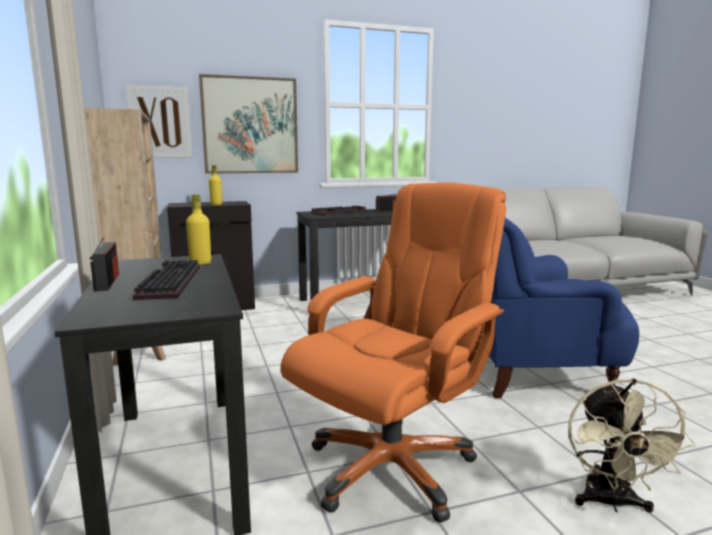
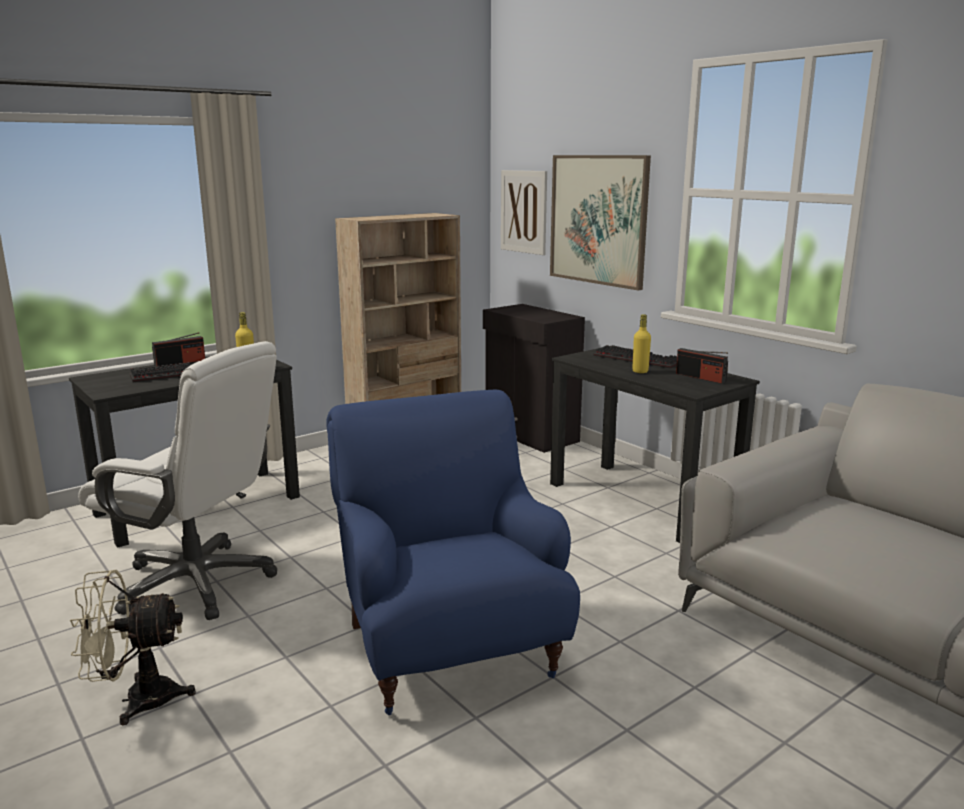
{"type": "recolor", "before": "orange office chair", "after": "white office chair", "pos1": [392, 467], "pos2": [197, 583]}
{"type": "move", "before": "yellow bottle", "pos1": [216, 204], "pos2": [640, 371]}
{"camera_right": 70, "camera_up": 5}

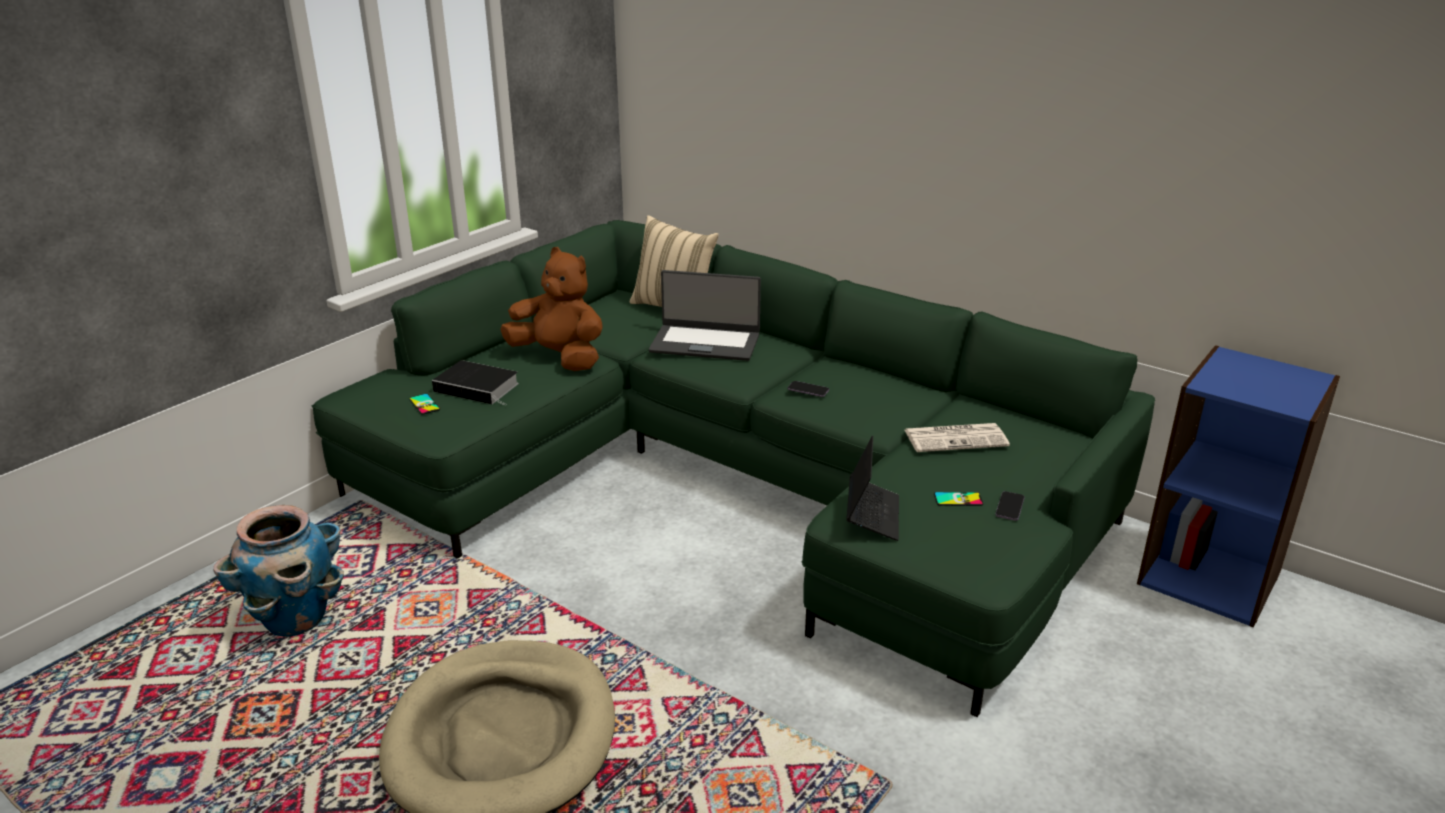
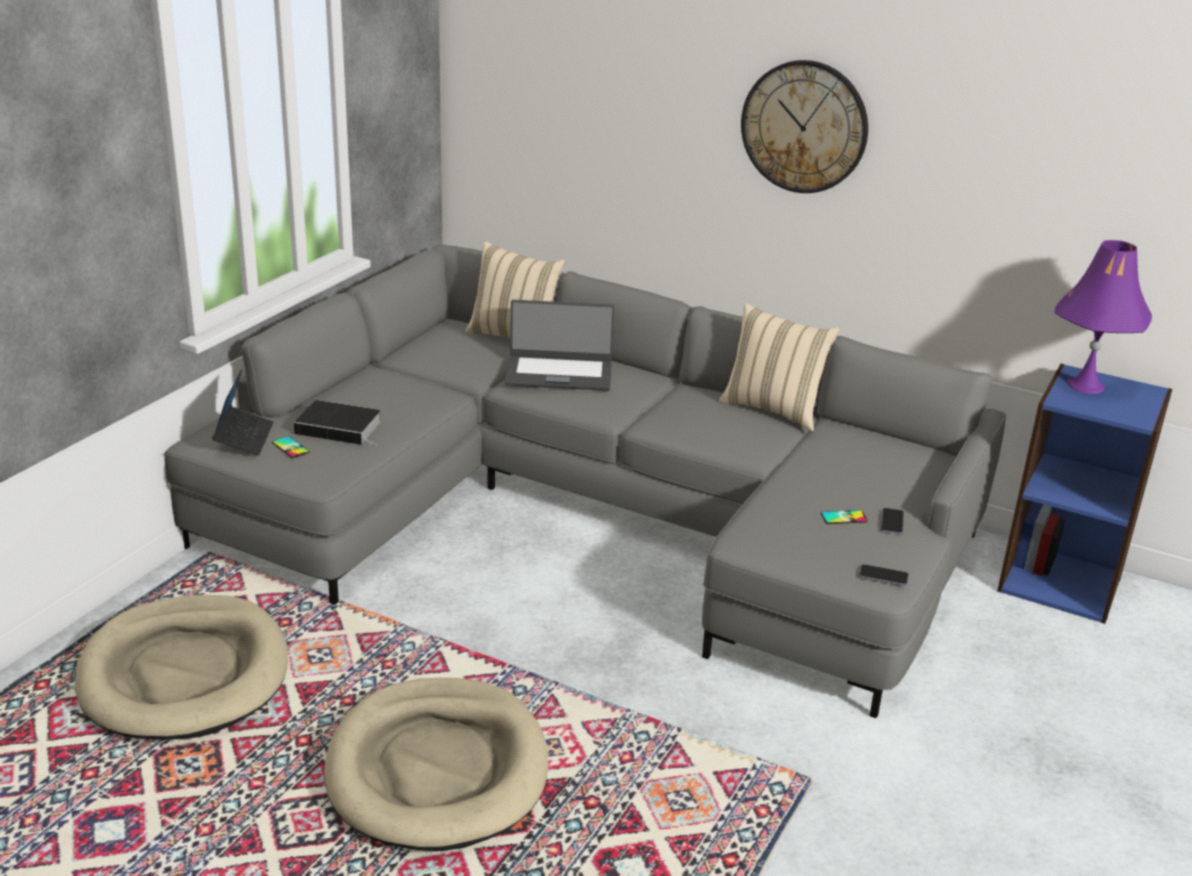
{"type": "replace", "before": "planter", "after": "beige dog bed", "pos1": [295, 619], "pos2": [185, 674]}
{"type": "recolor", "before": "green sofa", "after": "grey sofa", "pos1": [733, 482], "pos2": [594, 514]}
{"type": "move", "before": "laptop", "pos1": [872, 515], "pos2": [244, 438]}
{"type": "insert", "after": "beige pillow", "pos2": [773, 409]}
{"type": "insert", "after": "wall clock", "pos2": [804, 127]}
{"type": "move", "before": "phone", "pos1": [808, 390], "pos2": [883, 576]}
{"type": "insert", "after": "purple table lamp", "pos2": [1085, 385]}
{"type": "delete", "before": "brown plush toy", "pos1": [559, 358]}
{"type": "delete", "before": "newspaper", "pos1": [956, 438]}
{"camera_right": -10, "camera_up": 0}

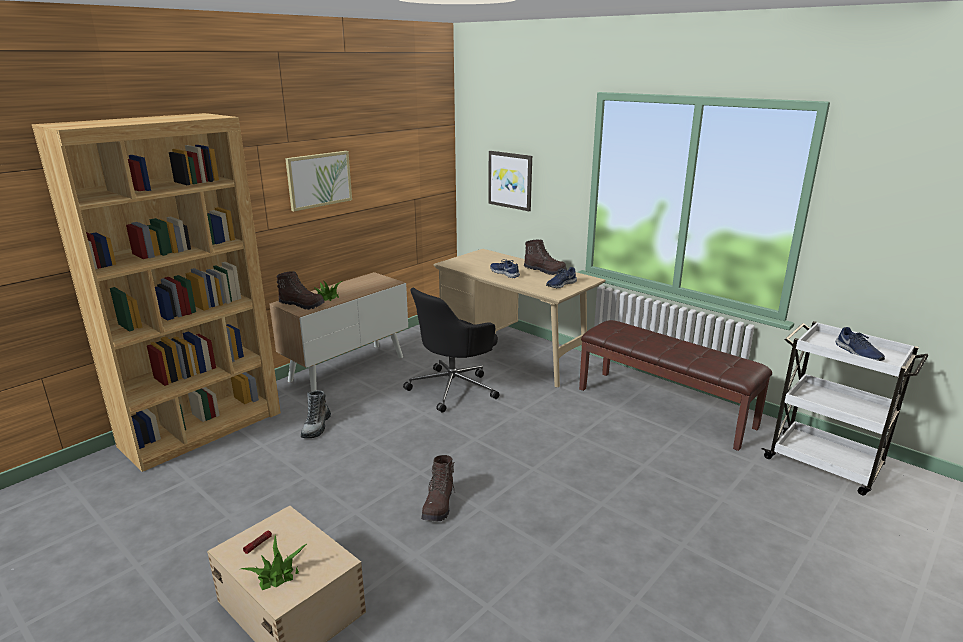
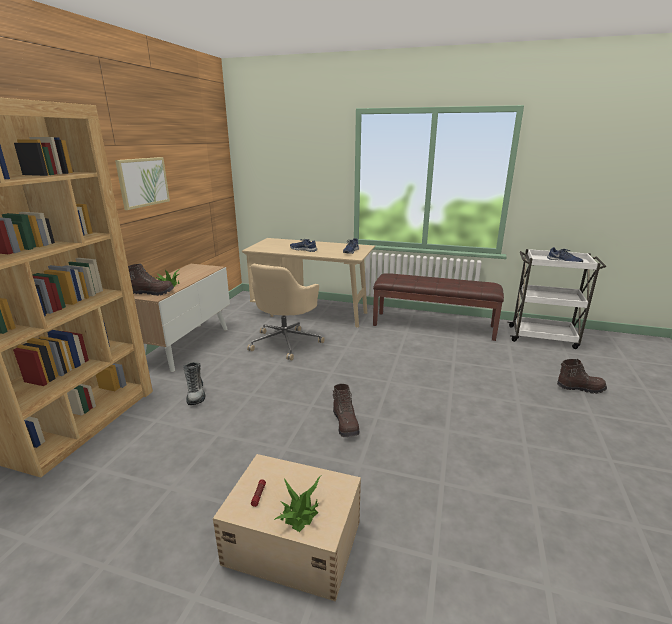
{"type": "recolor", "before": "black office chair", "after": "beige office chair", "pos1": [454, 388], "pos2": [286, 342]}
{"type": "move", "before": "brown boot", "pos1": [545, 271], "pos2": [580, 388]}
{"type": "delete", "before": "picture", "pos1": [510, 180]}
{"camera_right": -25, "camera_up": 0}

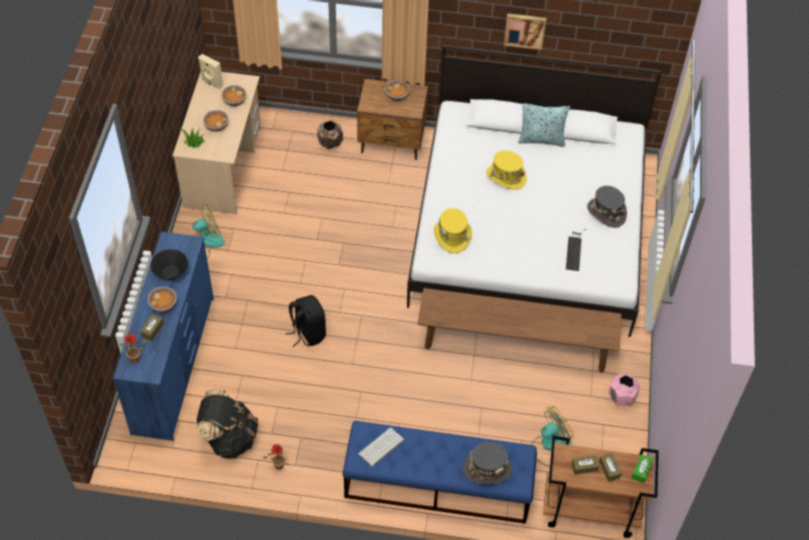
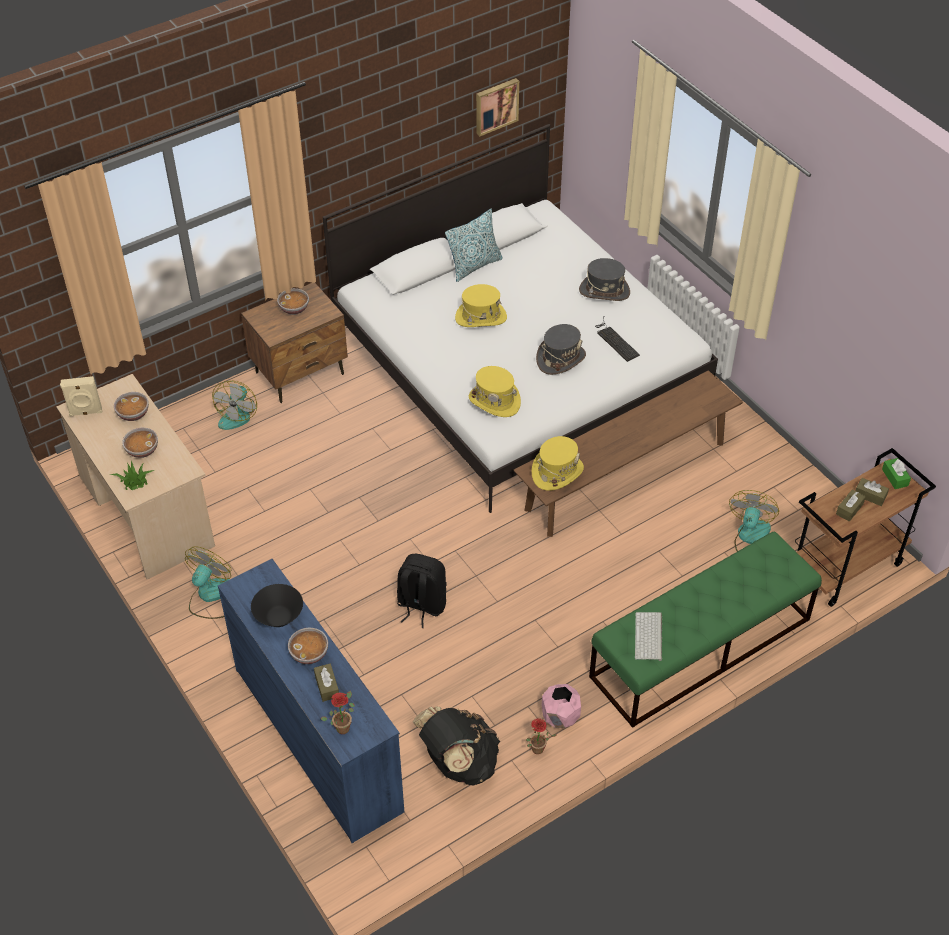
{"type": "replace", "before": "brown planter", "after": "fan", "pos1": [330, 143], "pos2": [237, 414]}
{"type": "move", "before": "picture", "pos1": [525, 30], "pos2": [496, 106]}
{"type": "insert", "after": "yellow hat", "pos2": [557, 472]}
{"type": "move", "before": "grey hat", "pos1": [487, 469], "pos2": [560, 358]}
{"type": "move", "before": "pink planter", "pos1": [622, 397], "pos2": [560, 716]}
{"type": "recolor", "before": "blue bench", "after": "green bench", "pos1": [437, 485], "pos2": [700, 648]}
{"camera_right": -40, "camera_up": -5}

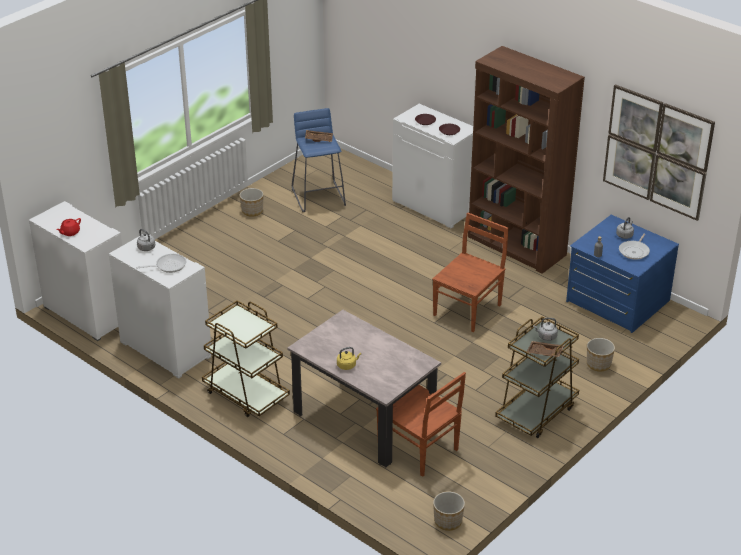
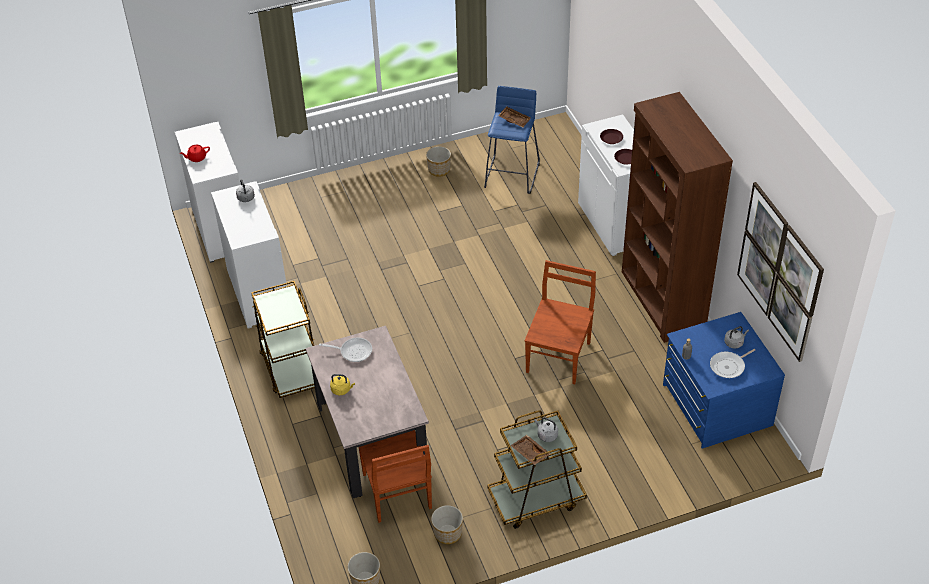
{"type": "move", "before": "frying pan", "pos1": [168, 266], "pos2": [353, 351]}
{"type": "move", "before": "planter", "pos1": [598, 364], "pos2": [447, 533]}
{"type": "rotate", "before": "brown chair", "pos1": [468, 309], "pos2": [559, 356], "turn": -45}
{"camera_right": 30, "camera_up": 10}

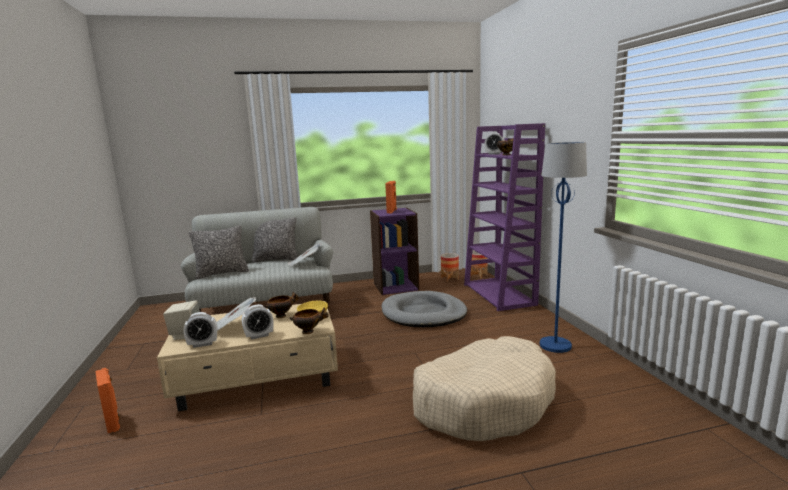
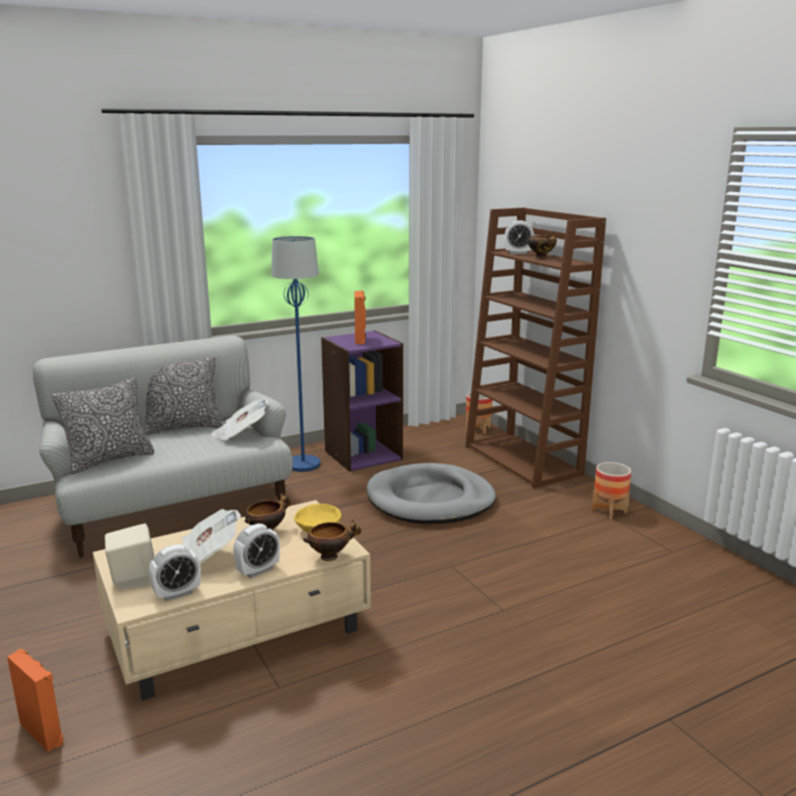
{"type": "move", "before": "blue floor lamp", "pos1": [555, 345], "pos2": [303, 464]}
{"type": "recolor", "before": "purple bookcase", "after": "brown bookcase", "pos1": [499, 294], "pos2": [524, 460]}
{"type": "move", "before": "planter", "pos1": [449, 279], "pos2": [609, 511]}
{"type": "delete", "before": "beige dog bed", "pos1": [483, 402]}
{"camera_right": -15, "camera_up": 5}

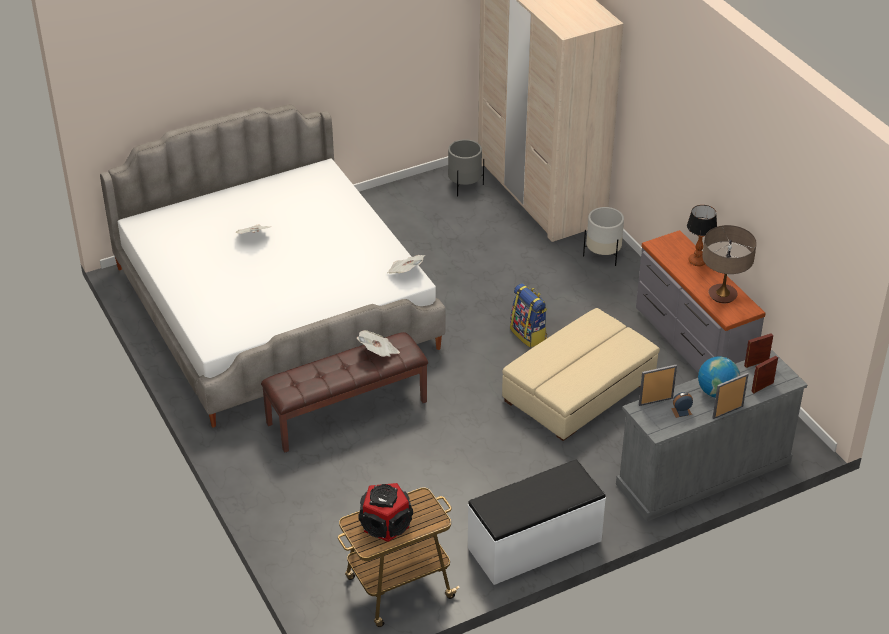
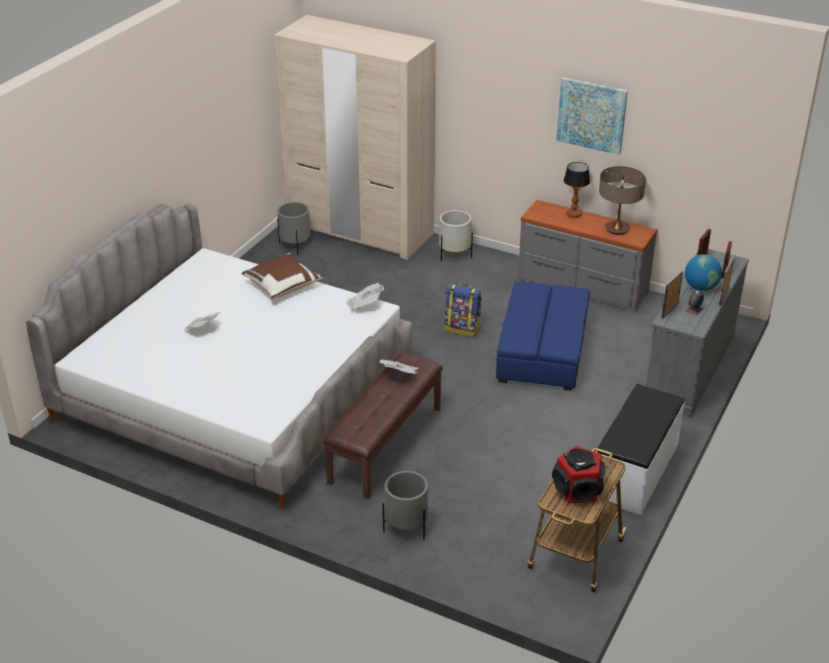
{"type": "insert", "after": "brown pillow", "pos2": [282, 286]}
{"type": "insert", "after": "grey planter", "pos2": [406, 527]}
{"type": "recolor", "before": "beige ottoman", "after": "blue ottoman", "pos1": [579, 390], "pos2": [542, 351]}
{"type": "insert", "after": "picture", "pos2": [591, 115]}
{"camera_right": -35, "camera_up": -5}

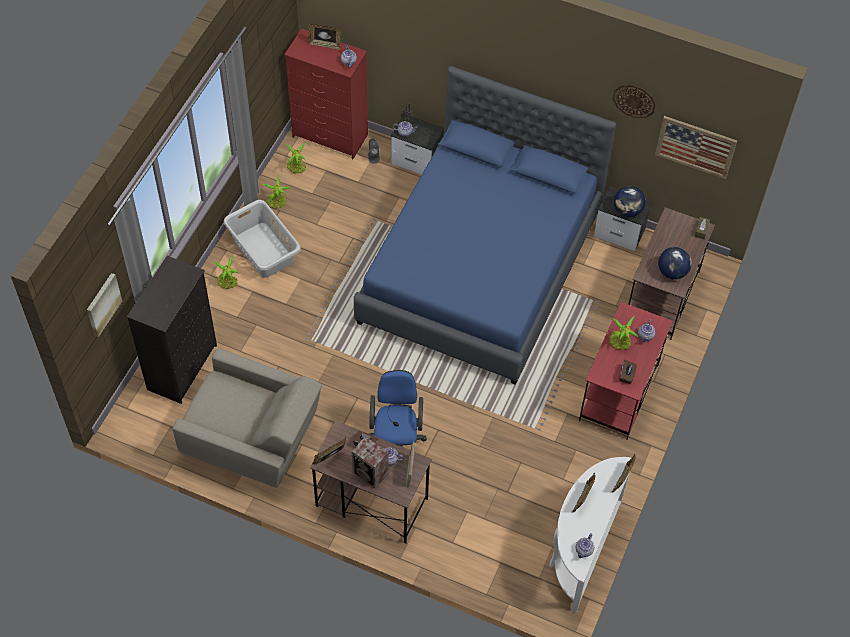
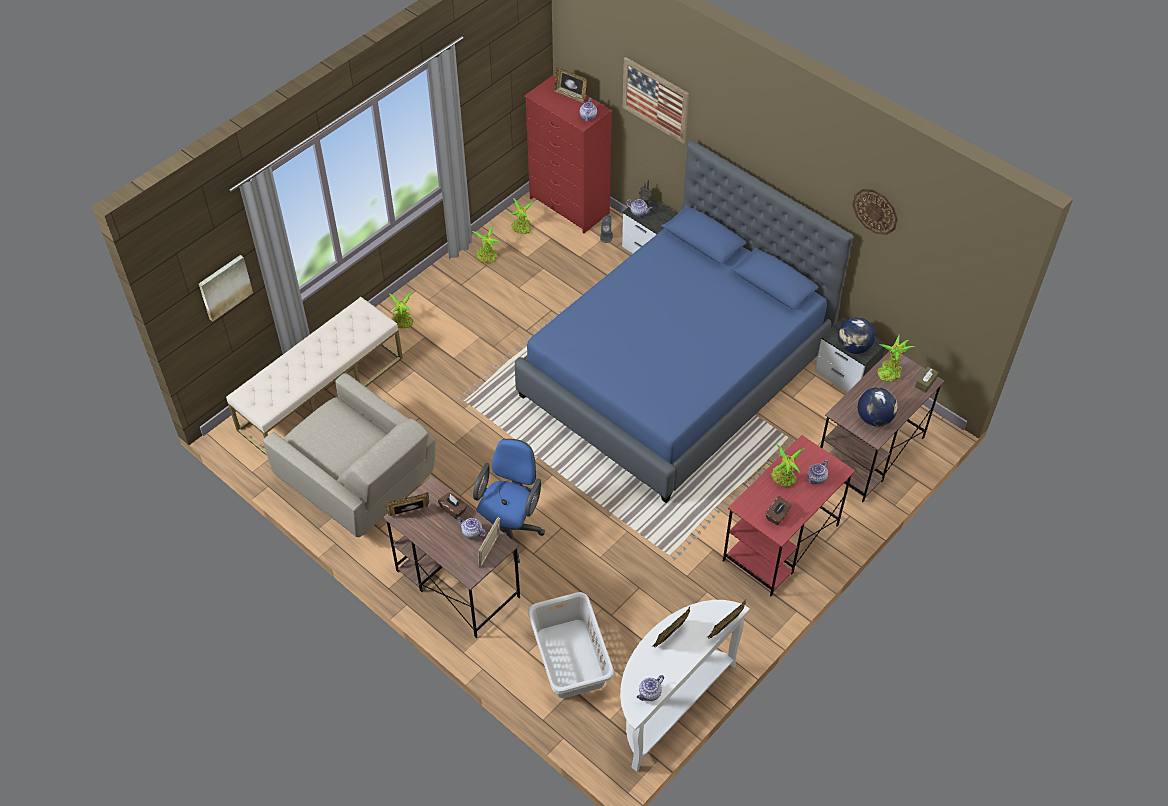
{"type": "replace", "before": "black dresser", "after": "beige bench", "pos1": [183, 367], "pos2": [321, 393]}
{"type": "move", "before": "grey laundry basket", "pos1": [263, 250], "pos2": [570, 659]}
{"type": "move", "before": "picture", "pos1": [695, 146], "pos2": [655, 99]}
{"type": "insert", "after": "potted plant", "pos2": [889, 371]}
{"type": "delete", "before": "speaker", "pos1": [371, 473]}
{"camera_right": 20, "camera_up": -5}

